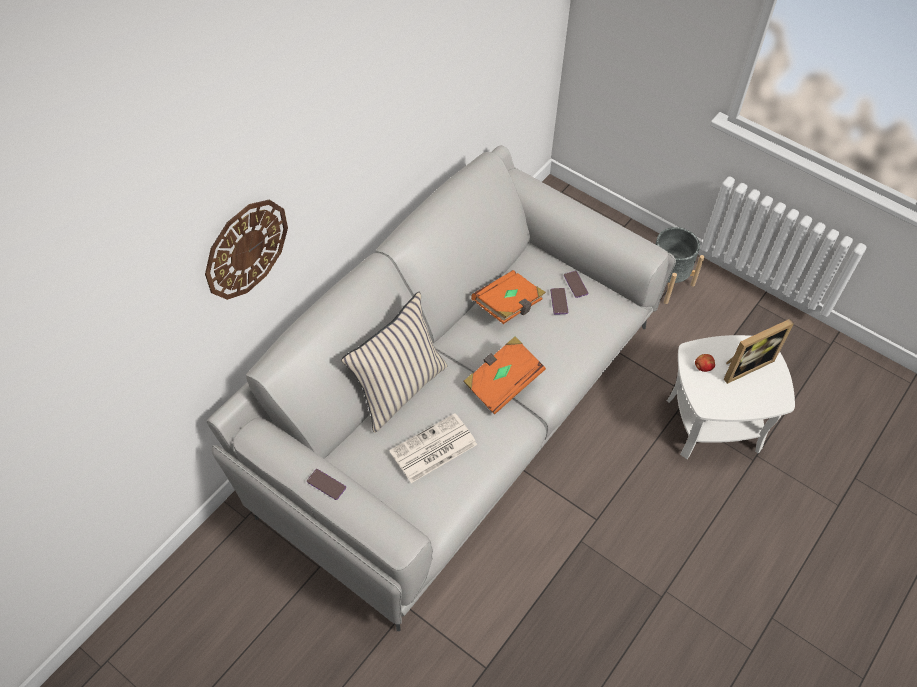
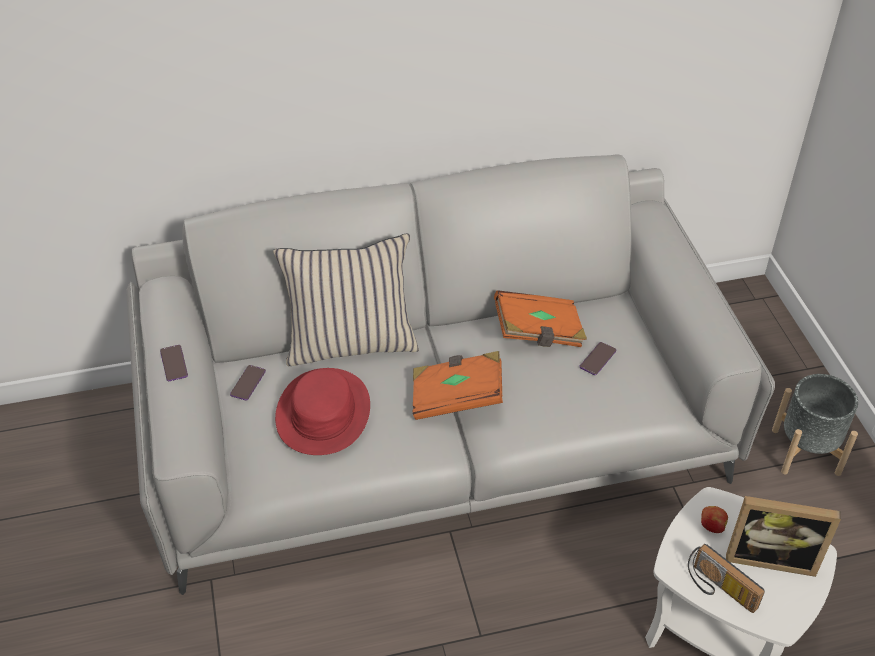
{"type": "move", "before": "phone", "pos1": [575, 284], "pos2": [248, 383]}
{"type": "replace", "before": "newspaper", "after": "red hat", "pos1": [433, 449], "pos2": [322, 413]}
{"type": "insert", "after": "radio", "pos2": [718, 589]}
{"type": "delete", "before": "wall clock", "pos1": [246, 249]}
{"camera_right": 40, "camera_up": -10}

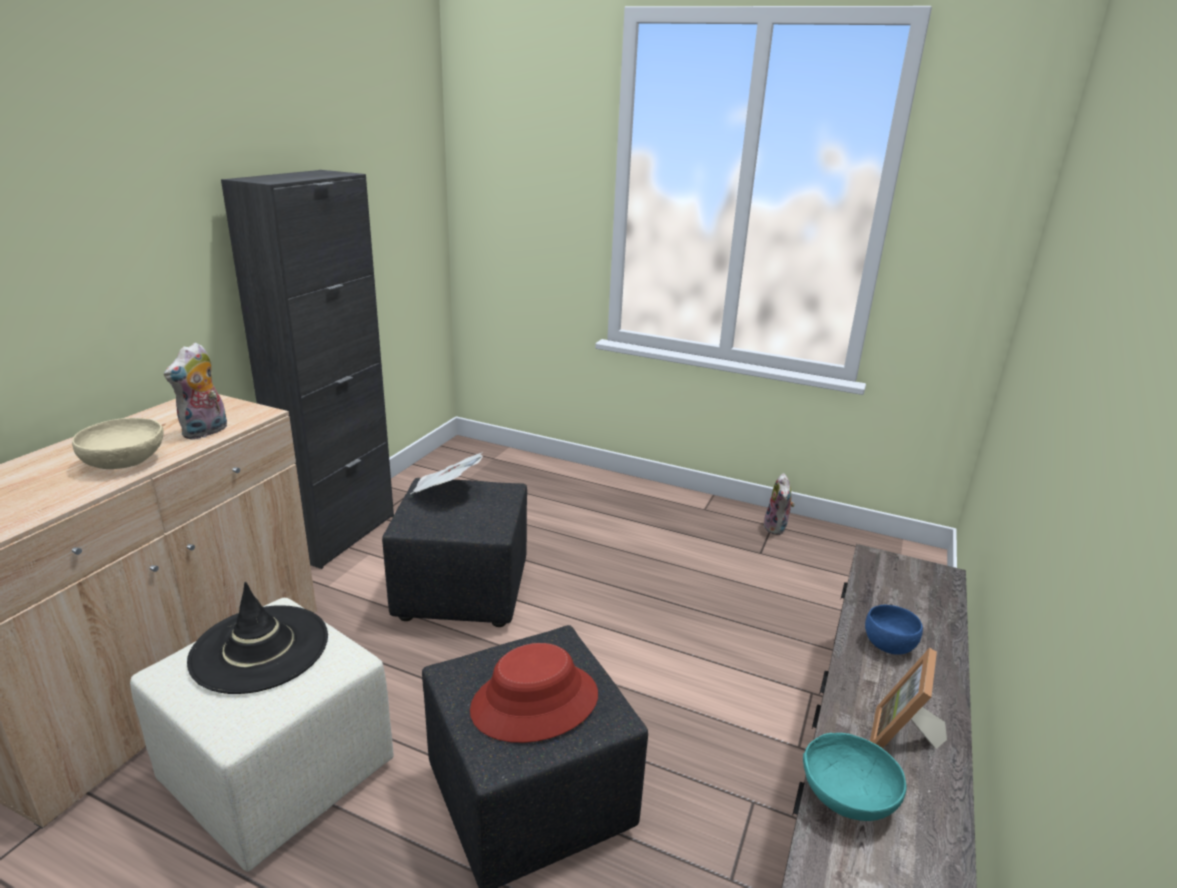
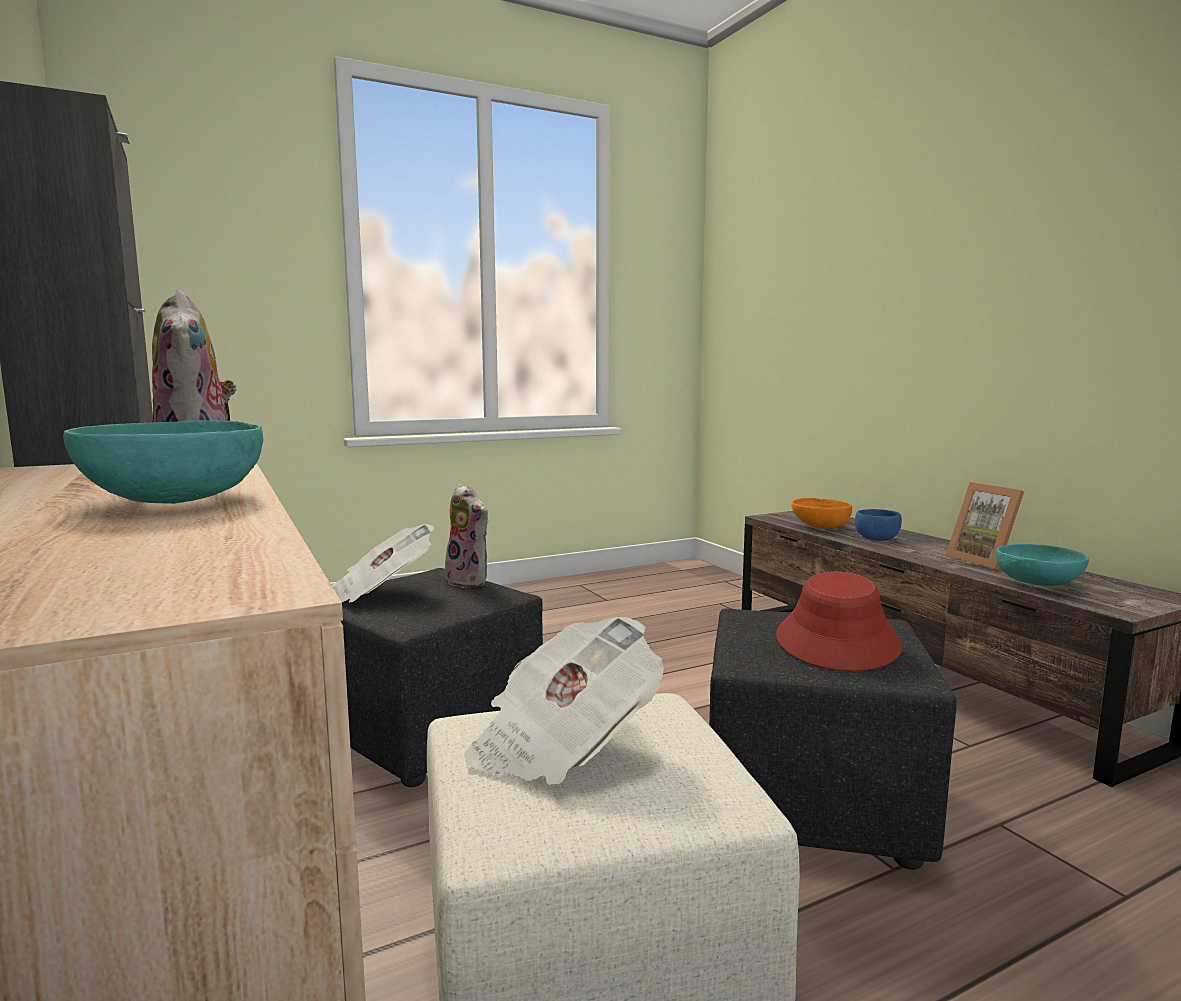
{"type": "recolor", "before": "beige bowl", "after": "turquoise bowl", "pos1": [125, 462], "pos2": [174, 499]}
{"type": "move", "before": "plush toy", "pos1": [777, 528], "pos2": [470, 581]}
{"type": "replace", "before": "black hat", "after": "newspaper", "pos1": [260, 649], "pos2": [562, 744]}
{"type": "insert", "after": "orange bowl", "pos2": [819, 527]}
{"camera_right": -50, "camera_up": -15}

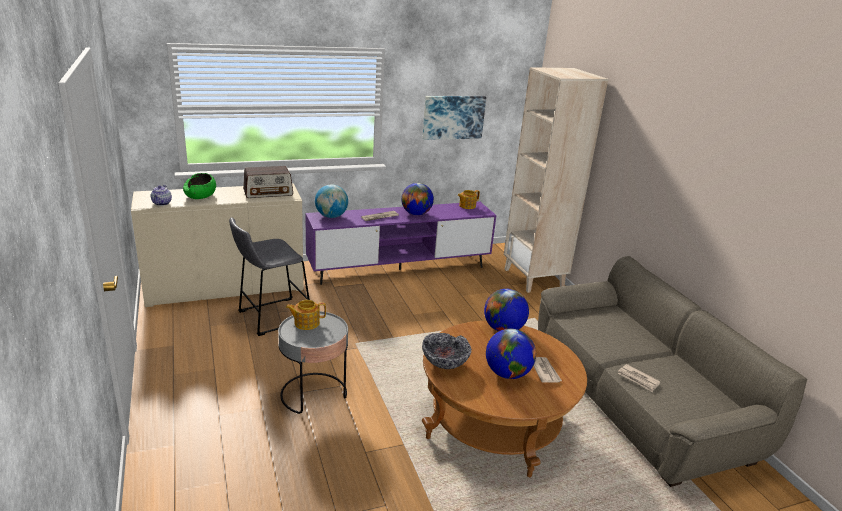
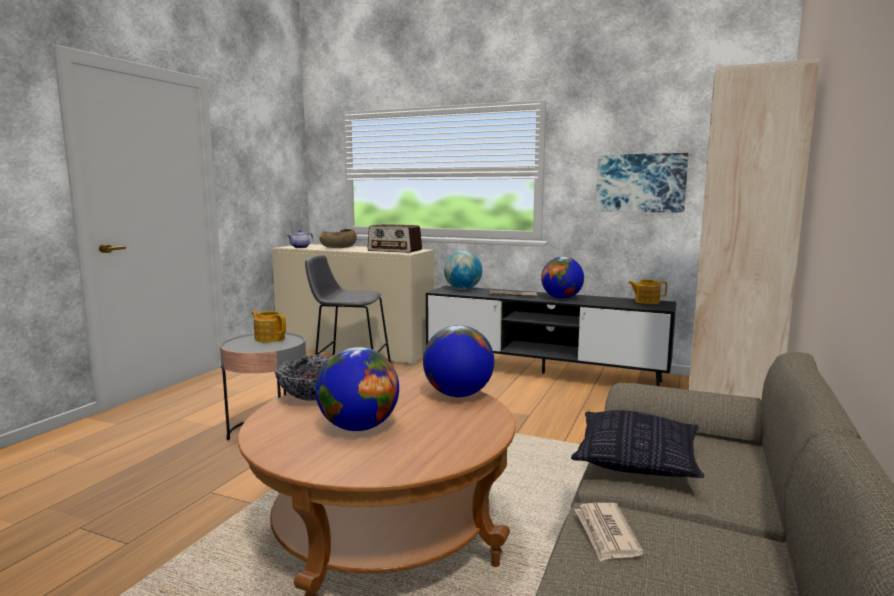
{"type": "recolor", "before": "green bowl", "after": "brown bowl", "pos1": [201, 196], "pos2": [338, 247]}
{"type": "recolor", "before": "purple tv stand", "after": "black tv stand", "pos1": [400, 269], "pos2": [543, 373]}
{"type": "insert", "after": "pillow", "pos2": [636, 461]}
{"type": "delete", "before": "newspaper", "pos1": [545, 371]}
{"camera_right": 45, "camera_up": -15}

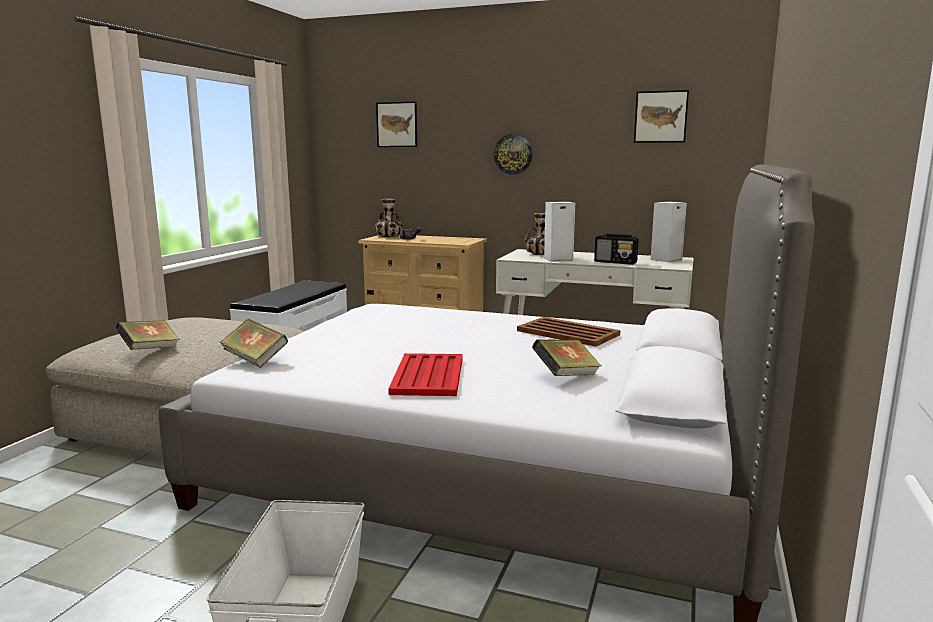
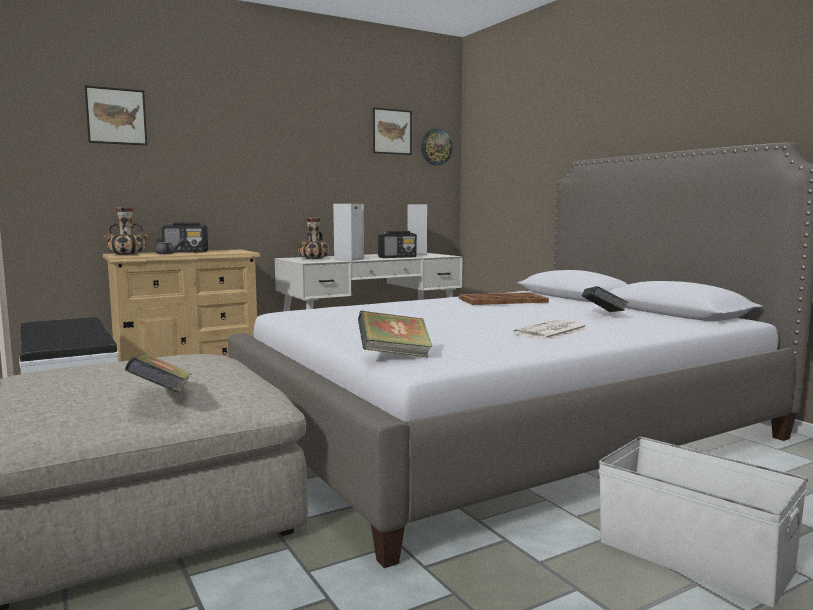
{"type": "insert", "after": "radio", "pos2": [186, 252]}
{"type": "move", "before": "wall clock", "pos1": [513, 154], "pos2": [436, 147]}
{"type": "replace", "before": "red tray", "after": "newspaper", "pos1": [428, 376], "pos2": [551, 331]}
{"camera_right": -50, "camera_up": -5}

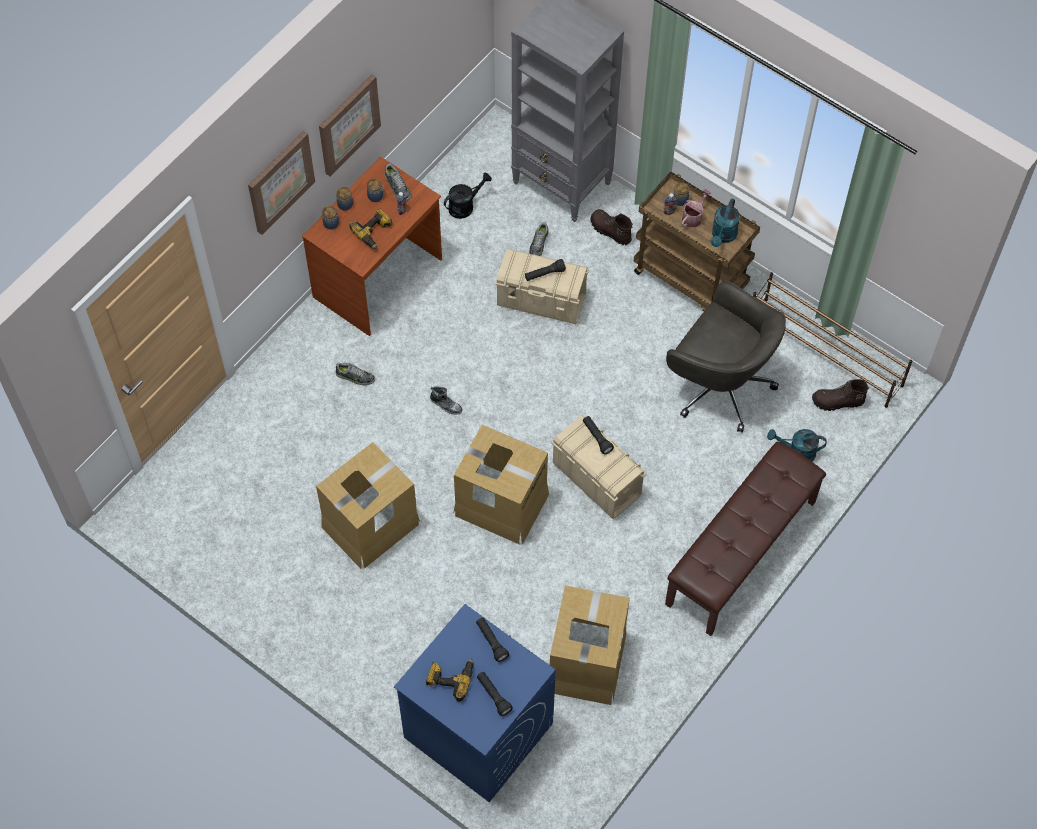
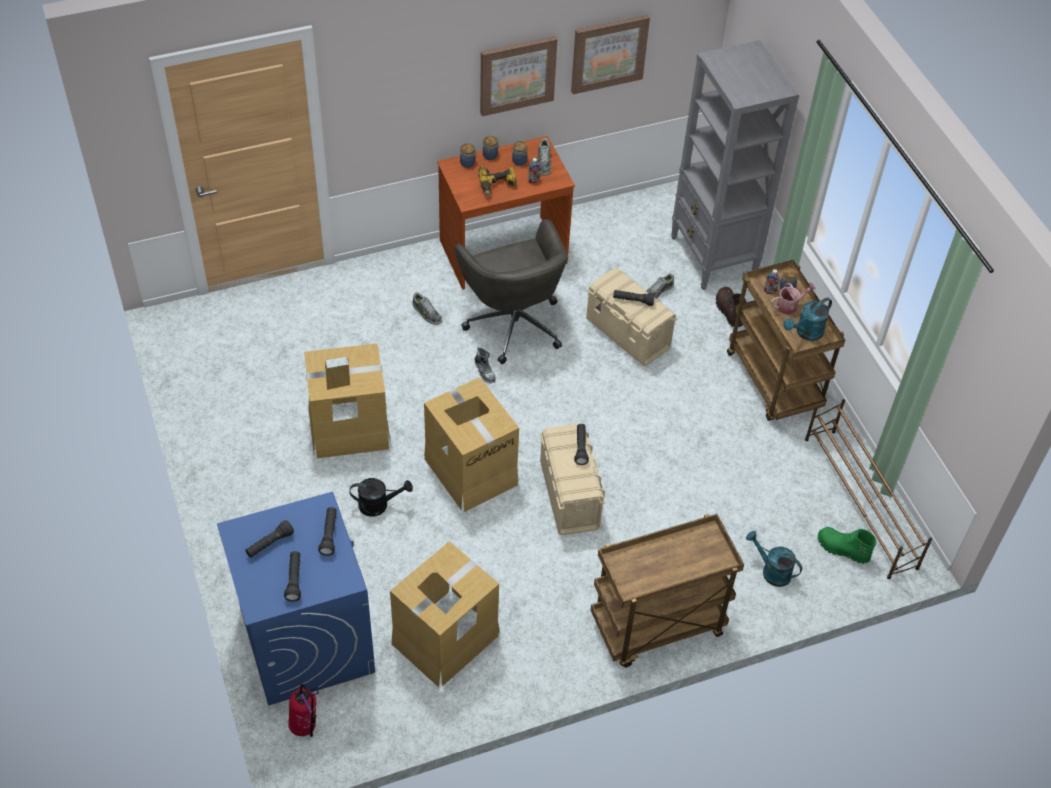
{"type": "replace", "before": "power drill", "after": "black flashlight", "pos1": [450, 678], "pos2": [269, 544]}
{"type": "insert", "after": "fire extinguisher", "pos2": [305, 726]}
{"type": "move", "before": "black watering can", "pos1": [465, 205], "pos2": [379, 505]}
{"type": "move", "before": "grey office chair", "pos1": [719, 385], "pos2": [513, 323]}
{"type": "move", "before": "picture", "pos1": [280, 181], "pos2": [608, 53]}
{"type": "replace", "before": "brown bench", "after": "brown cart", "pos1": [741, 553], "pos2": [656, 627]}
{"type": "recolor", "before": "brown boot", "after": "green boot", "pos1": [837, 402], "pos2": [842, 549]}
{"camera_right": 30, "camera_up": -10}

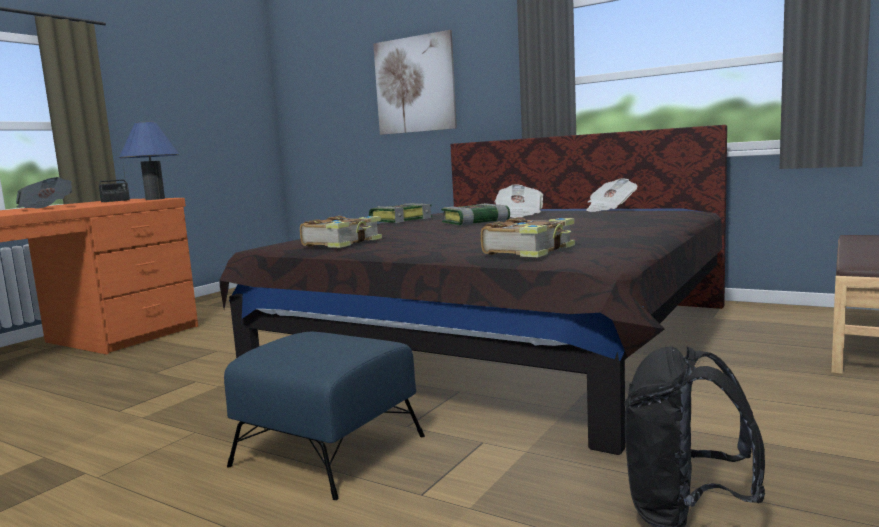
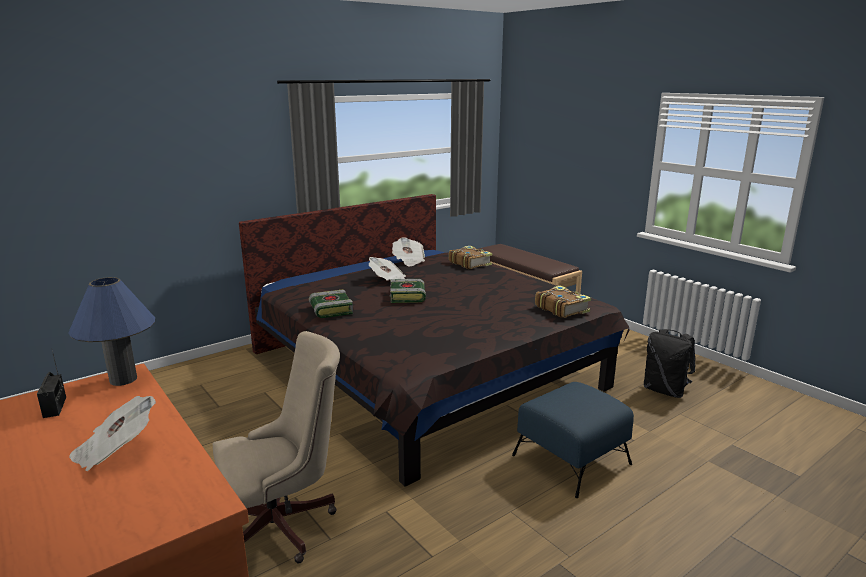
{"type": "insert", "after": "beige office chair", "pos2": [283, 525]}
{"type": "move", "before": "book", "pos1": [343, 243], "pos2": [470, 263]}
{"type": "delete", "before": "picture", "pos1": [414, 85]}
{"camera_right": -70, "camera_up": 10}

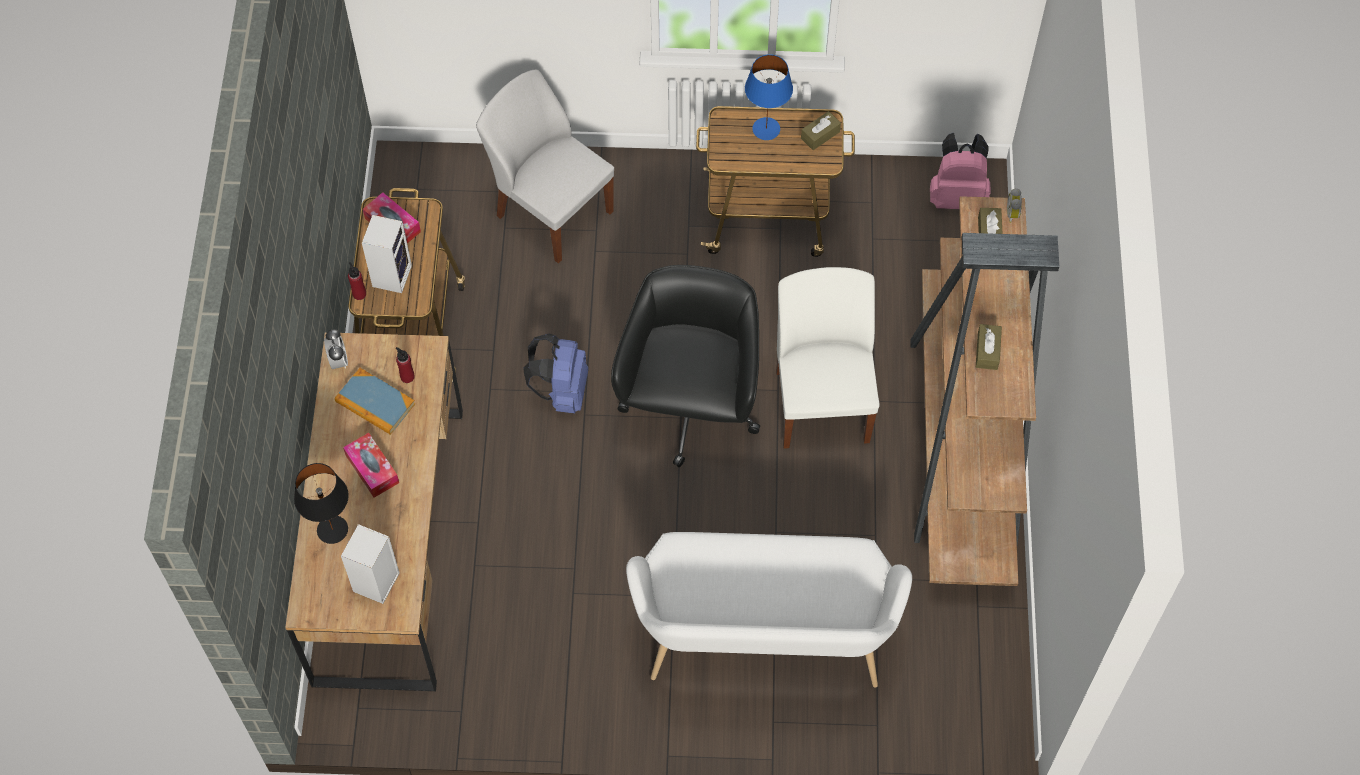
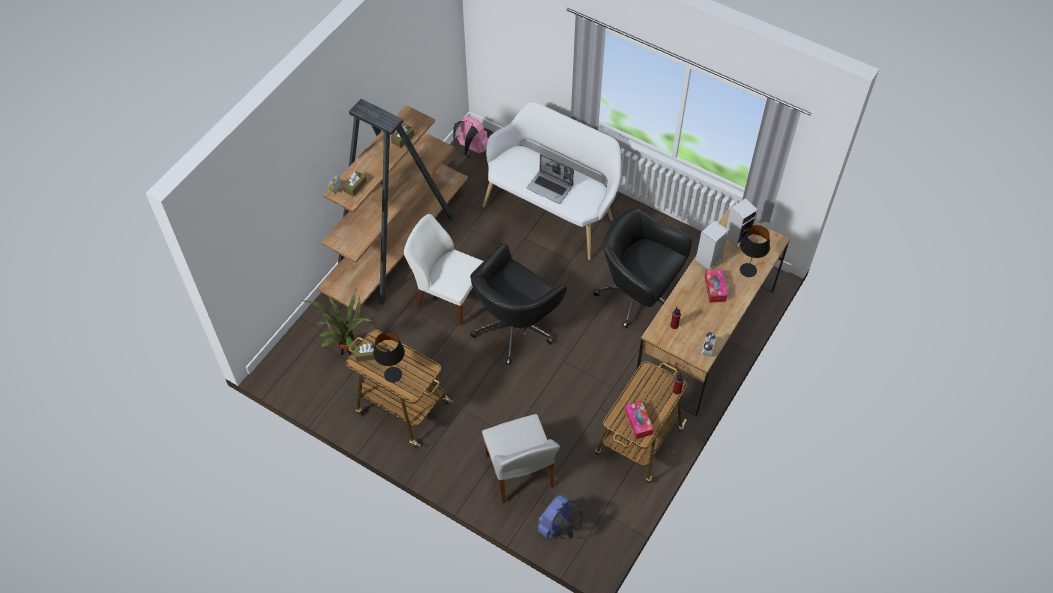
{"type": "insert", "after": "potted plant", "pos2": [349, 354]}
{"type": "recolor", "before": "blue table lamp", "after": "black table lamp", "pos1": [765, 129], "pos2": [393, 374]}
{"type": "rotate", "before": "white chair", "pos1": [822, 403], "pos2": [448, 297], "turn": 90}
{"type": "move", "before": "pink backpack", "pos1": [957, 196], "pos2": [471, 150]}
{"type": "insert", "after": "laptop", "pos2": [550, 187]}
{"type": "move", "before": "blue backpack", "pos1": [562, 391], "pos2": [558, 527]}
{"type": "insert", "after": "black office chair", "pos2": [638, 296]}
{"type": "move", "before": "speaker", "pos1": [391, 274], "pos2": [708, 260]}
{"type": "delete", "before": "book", "pos1": [375, 403]}
{"camera_right": -150, "camera_up": -5}

